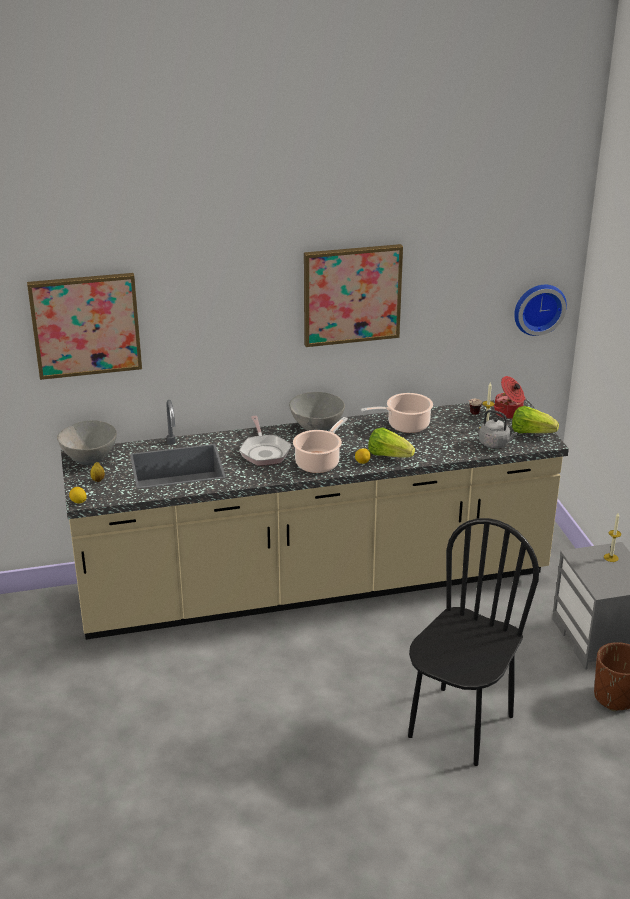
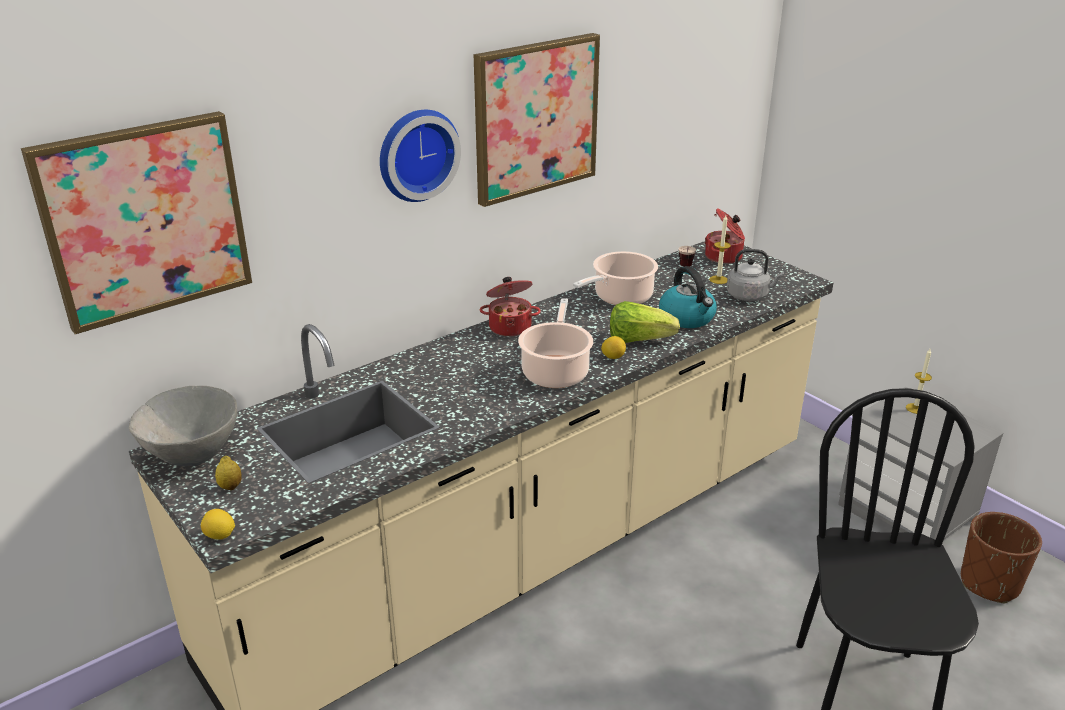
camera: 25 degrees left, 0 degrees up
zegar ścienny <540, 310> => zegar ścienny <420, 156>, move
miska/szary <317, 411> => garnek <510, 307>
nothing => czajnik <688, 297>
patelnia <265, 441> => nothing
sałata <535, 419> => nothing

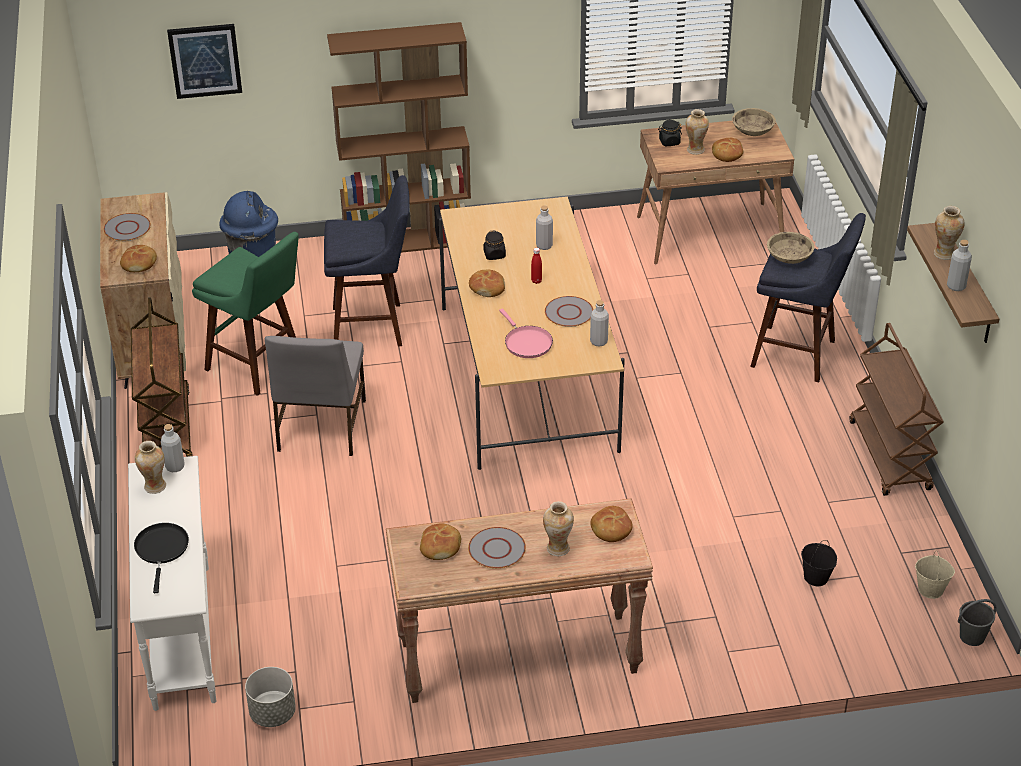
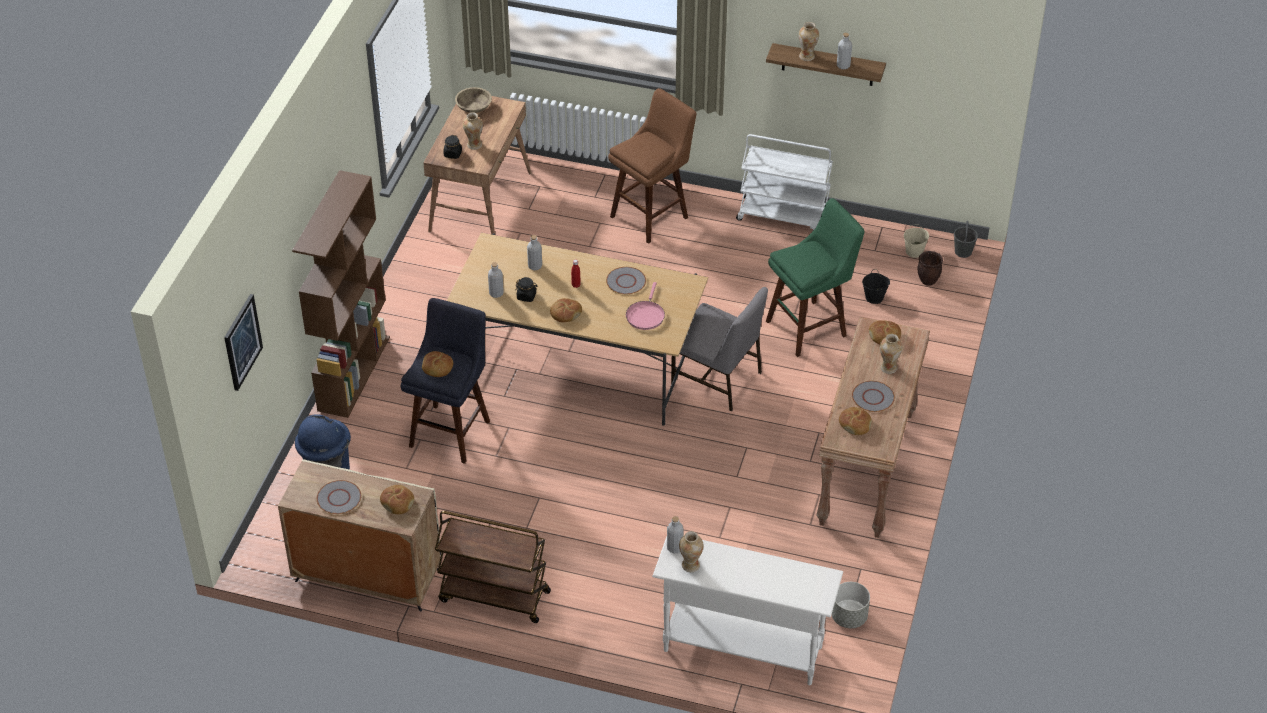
camera: 65 degrees left, 5 degrees up
chleb <727, 150> => chleb <437, 364>, move
butelka/szary <599, 323> => butelka/szary <496, 280>, move
stołek/niebieski <808, 298> => stołek/brązowy <652, 166>
patelnia/różowy <526, 333> => patelnia/różowy <645, 306>, 105 degrees clockwise
krzesło/szary <315, 396> => krzesło/szary <719, 349>, move
wózek/brązowy <896, 409> => wózek/biały <784, 182>
stołek/zielony <245, 314> => stołek/zielony <815, 277>, move
nothing => donica/brązowy <930, 268>
patelnia/czarny <161, 558> => nothing
miska/beżowy <791, 248> => nothing

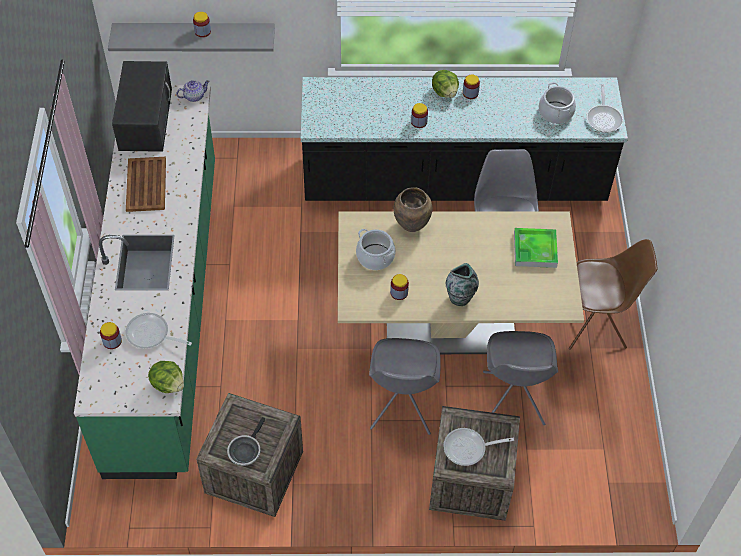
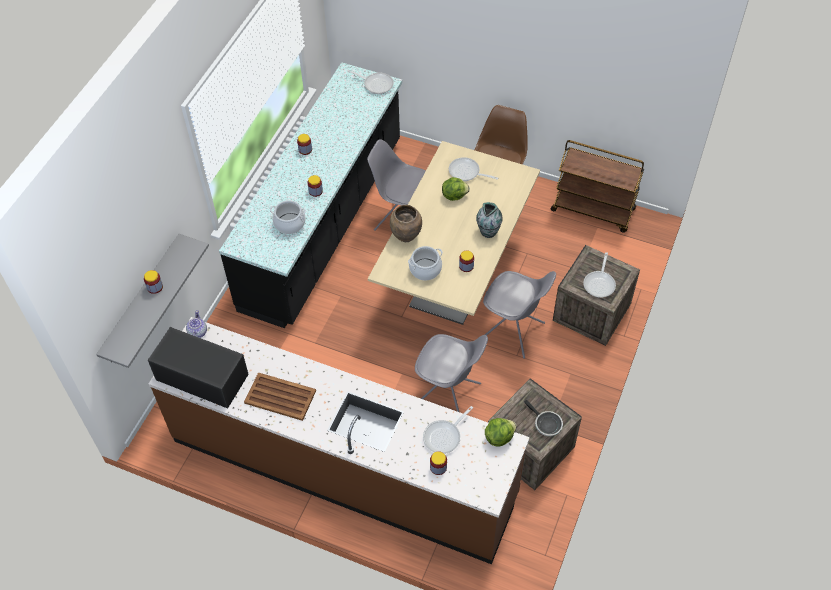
camera: 65 degrees left, 0 degrees up
zabudowa kuchenna/zielony <144, 282> => zabudowa kuchenna/brązowy <339, 440>
garnek <557, 103> => garnek <288, 217>, move
krzesło/szary <520, 378> => krzesło/szary <451, 373>, move
sałata <445, 84> => sałata <456, 189>, move
taca <536, 248> => patelnia <473, 169>
nothing => wózek/brązowy <597, 186>

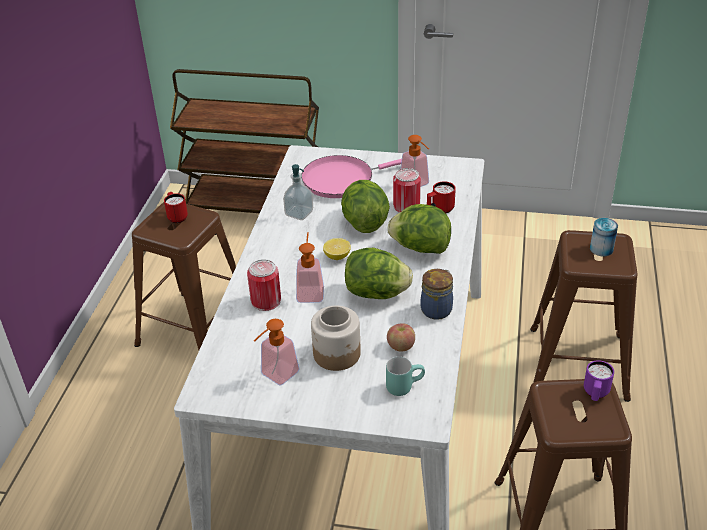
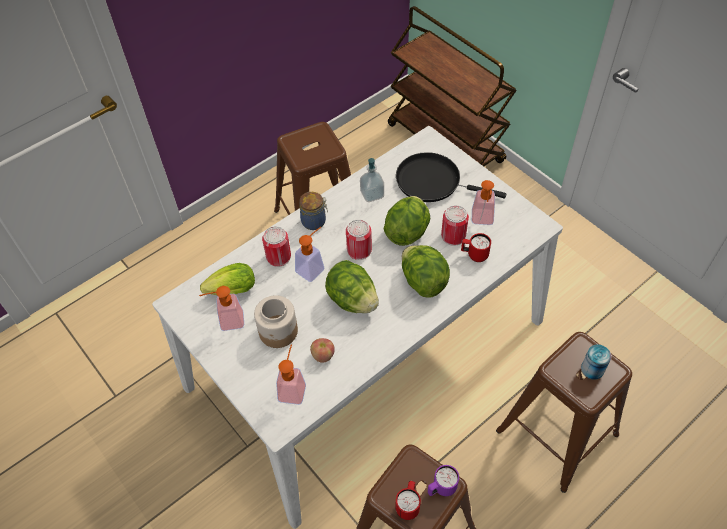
camera: 40 degrees right, 15 degrees up
nothing => sałata <227, 279>
kubek/turkusowy <405, 376> => dozownik mydła <291, 374>
słoik <437, 294> => słoik <313, 211>, move
cytryna <337, 249> => puszka <359, 239>
kubek/czerwony <176, 207> => kubek/czerwony <408, 500>, move
patelnia/różowy <352, 176> => patelnia/czarny <451, 177>

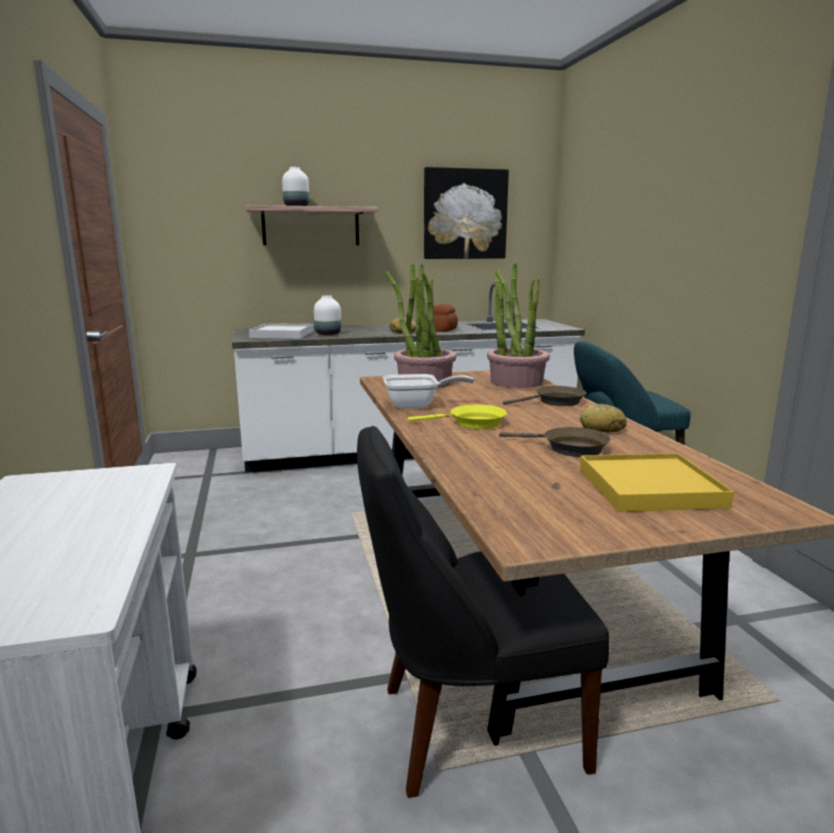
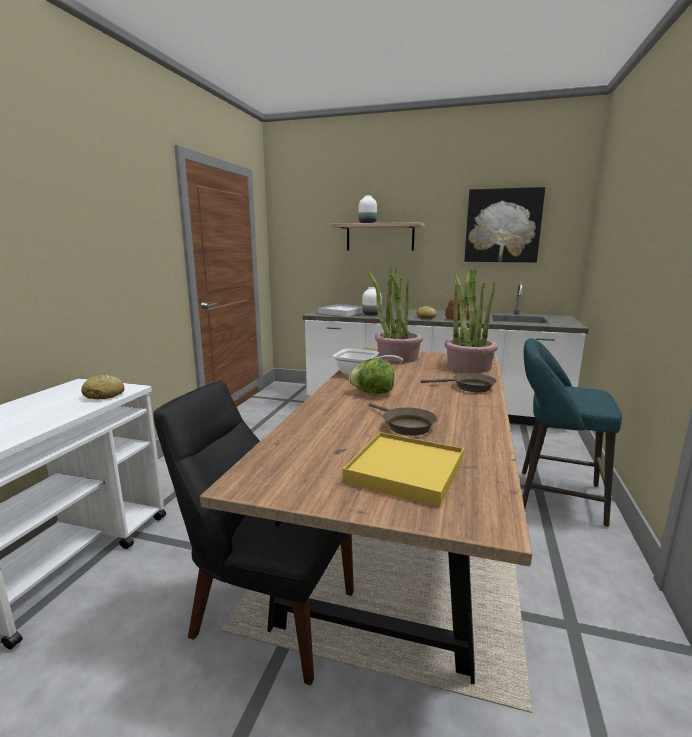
camera: 30 degrees right, 0 degrees up
chleb <603, 418> => chleb <103, 387>, move
patelnia/żółty <457, 417> => sałata <371, 376>

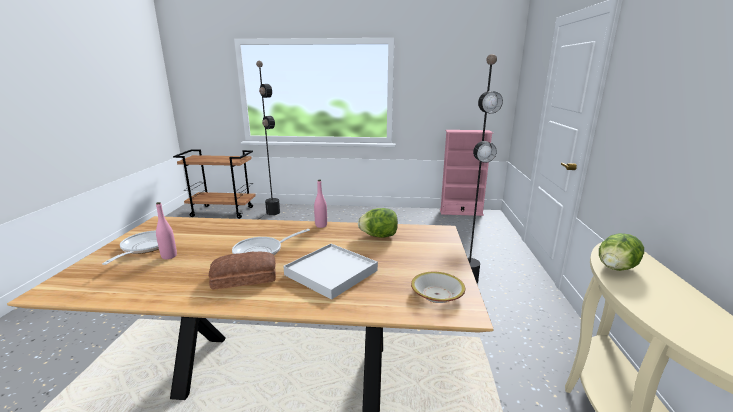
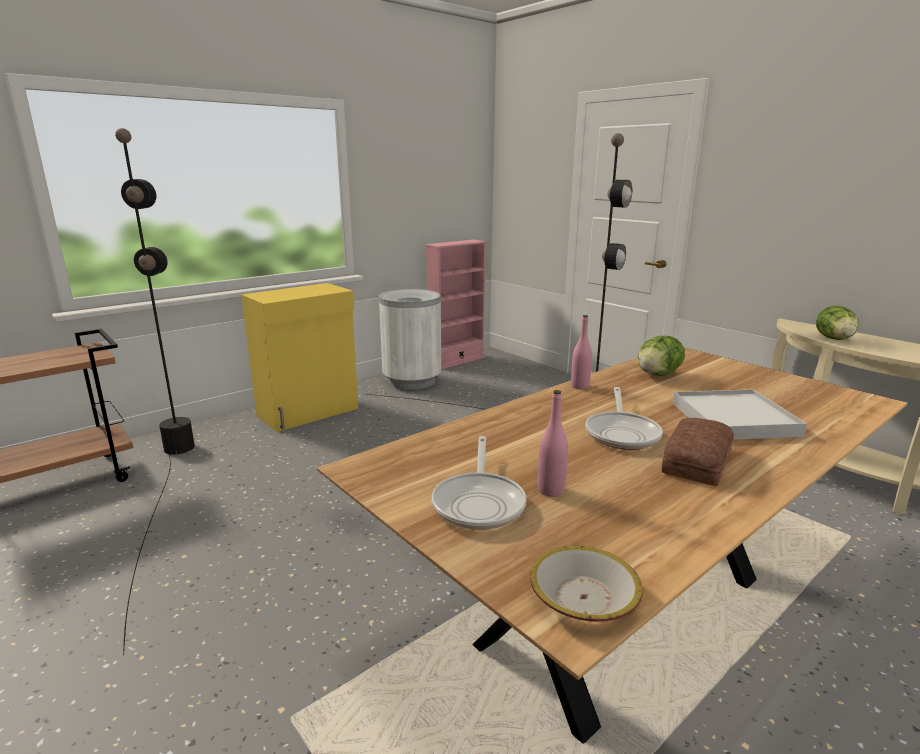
camera: 45 degrees left, 0 degrees up
nothing => szafka/żółty <300, 357>
nothing => kosz na śmieci/biały <410, 339>
patelnia <130, 248> => patelnia <479, 483>, 135 degrees counterclockwise
miska <438, 287> => miska <586, 583>, move

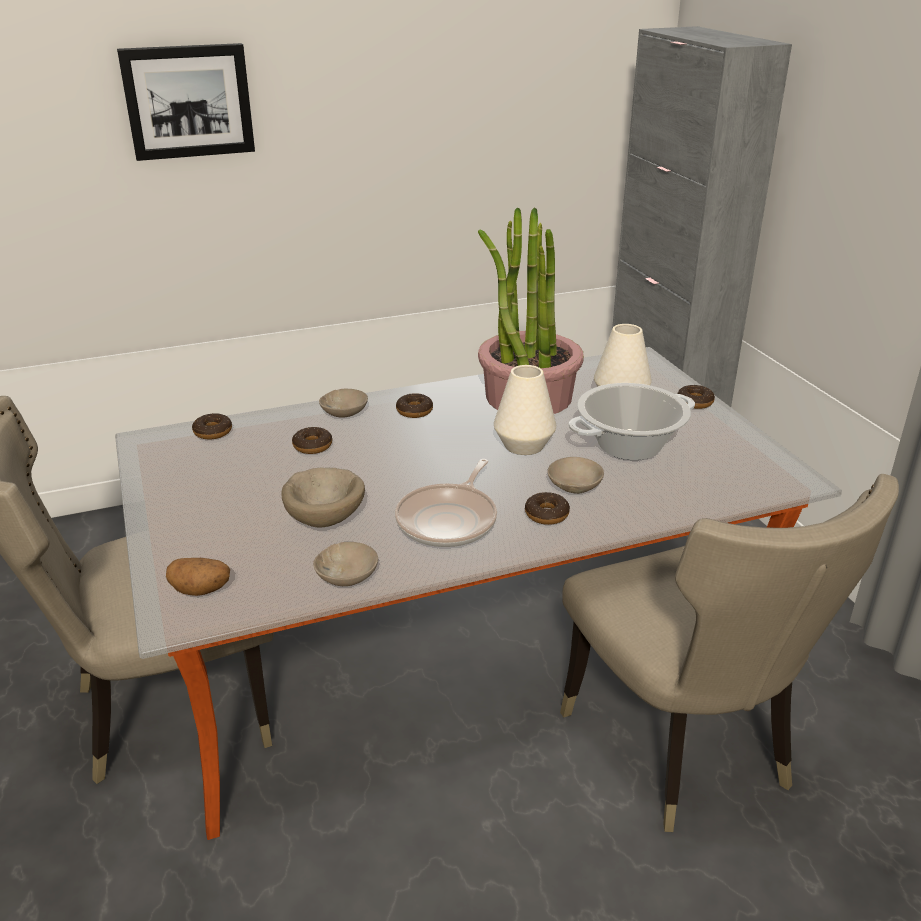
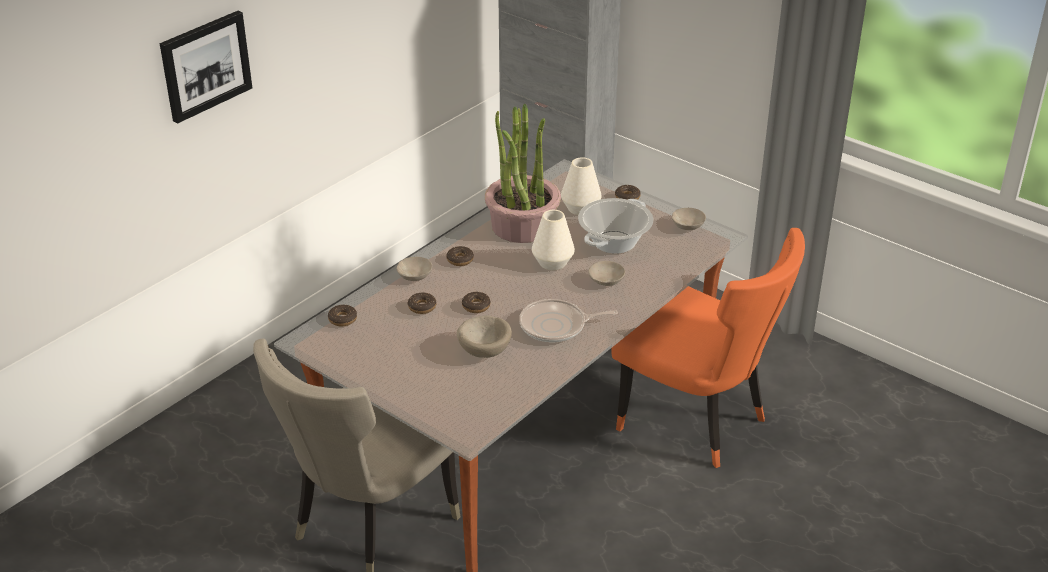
camera: 30 degrees left, 5 degrees up
donut <547, 508> => donut <476, 302>, move
patelnia <446, 503> => patelnia <568, 320>, 90 degrees clockwise
krzesło/beżowy <729, 653> => krzesło/pomarańczowy <708, 348>
miska/beżowy <345, 564> => miska/beżowy <689, 219>, move
ziemniak <198, 577> => nothing

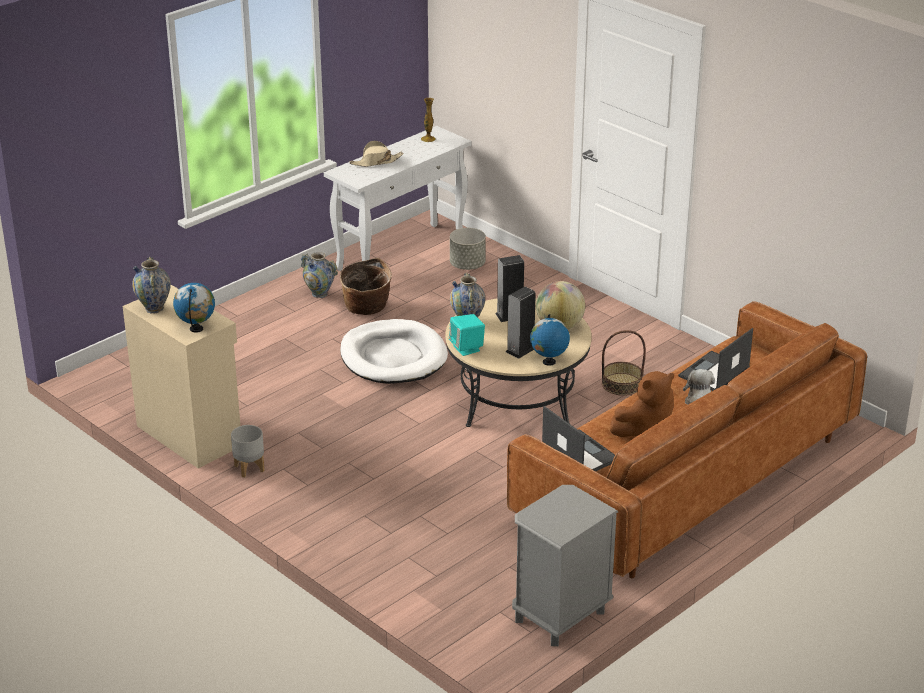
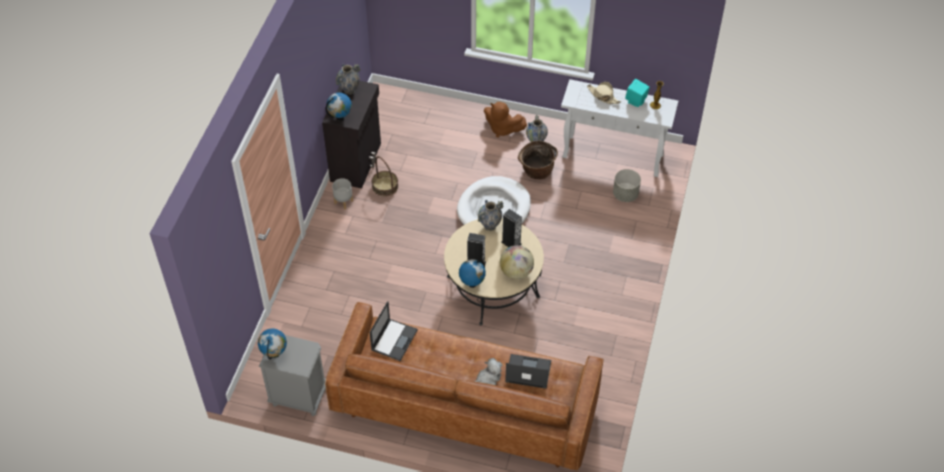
camera: 60 degrees right, 20 degrees up
nothing => globus <272, 343>
szafka/beżowy <182, 377> => szafka/czarny <351, 135>
koszyk <624, 363> => koszyk <385, 176>, move
pluszak/brązowy <642, 404> => pluszak/brązowy <505, 120>, move
głośnik/turkusowy <467, 335> => głośnik/turkusowy <637, 93>, move

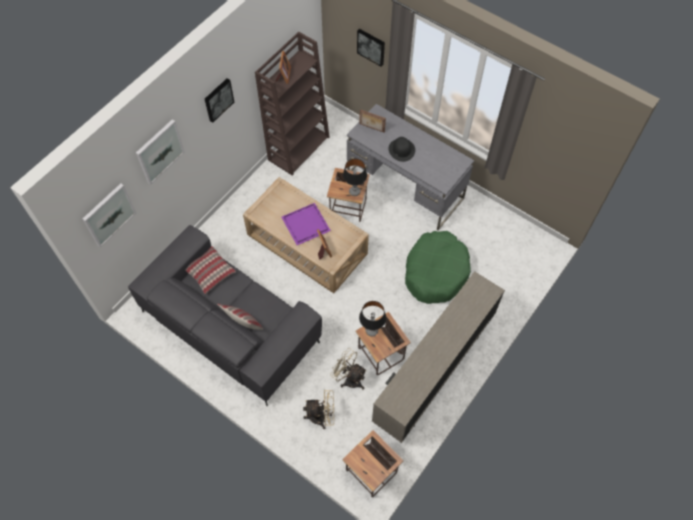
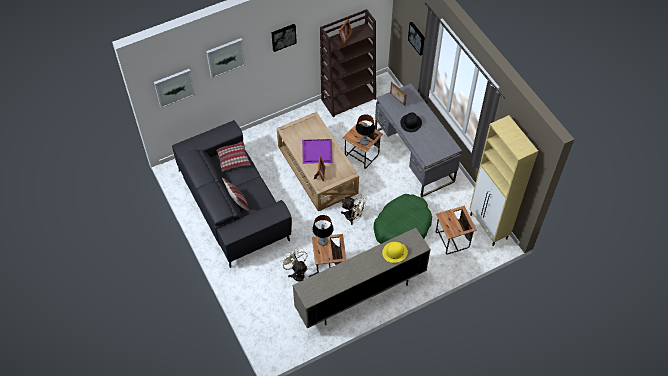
camera: 25 degrees right, 5 degrees down
wentylator/beżowy <318, 409> => wentylator/beżowy <354, 209>, move
nothing => kapelusz/żółty <395, 252>
stolik <373, 464> => stolik <456, 230>, move
nothing => szafka/beżowy <503, 180>

